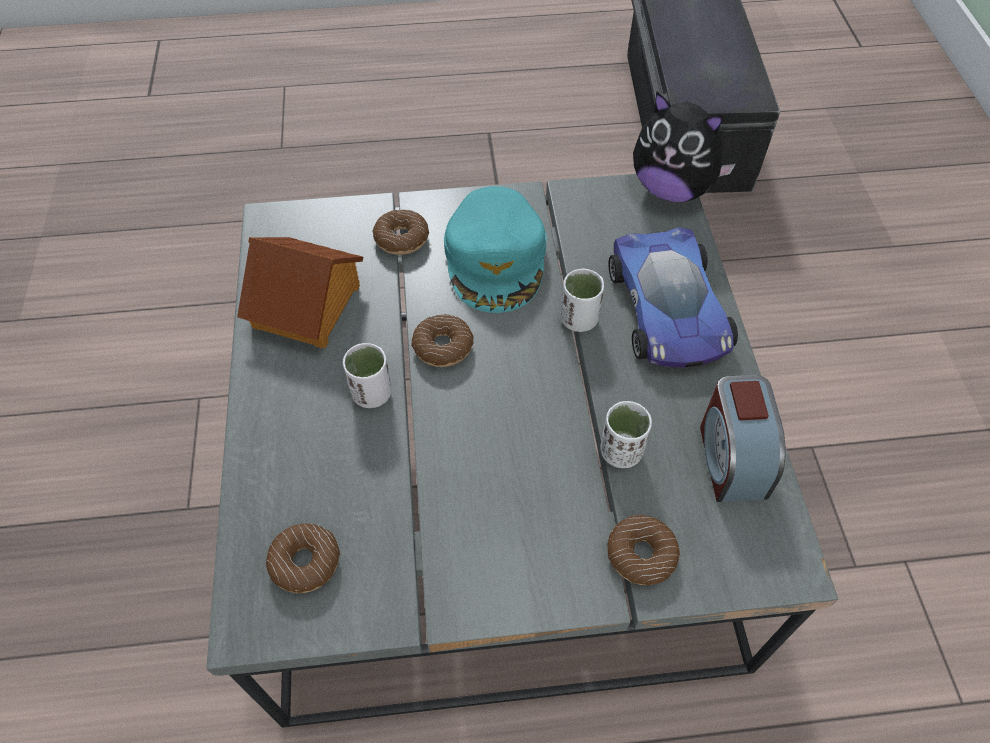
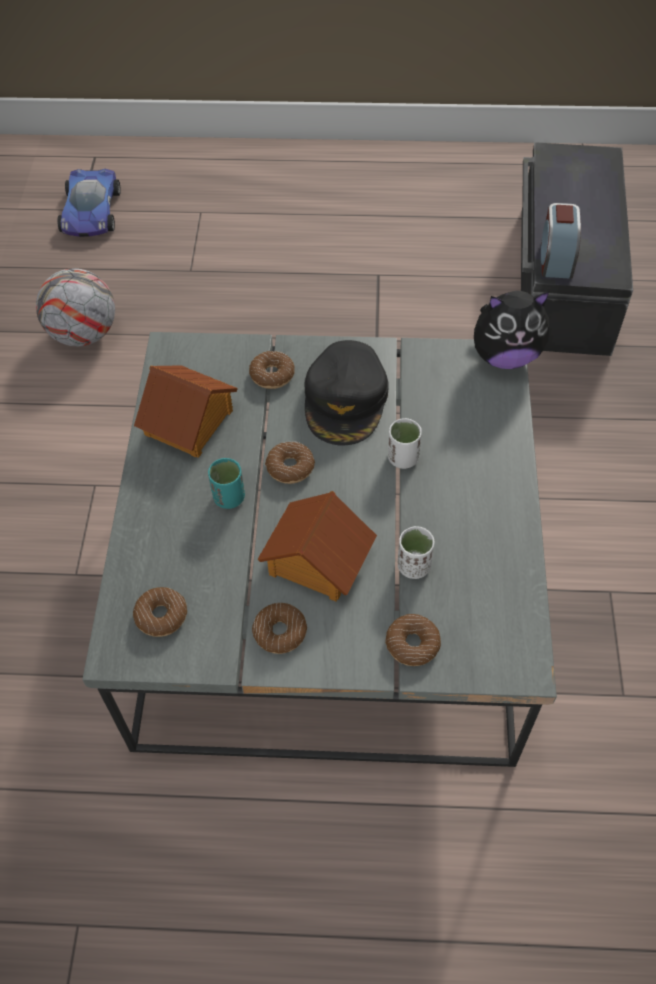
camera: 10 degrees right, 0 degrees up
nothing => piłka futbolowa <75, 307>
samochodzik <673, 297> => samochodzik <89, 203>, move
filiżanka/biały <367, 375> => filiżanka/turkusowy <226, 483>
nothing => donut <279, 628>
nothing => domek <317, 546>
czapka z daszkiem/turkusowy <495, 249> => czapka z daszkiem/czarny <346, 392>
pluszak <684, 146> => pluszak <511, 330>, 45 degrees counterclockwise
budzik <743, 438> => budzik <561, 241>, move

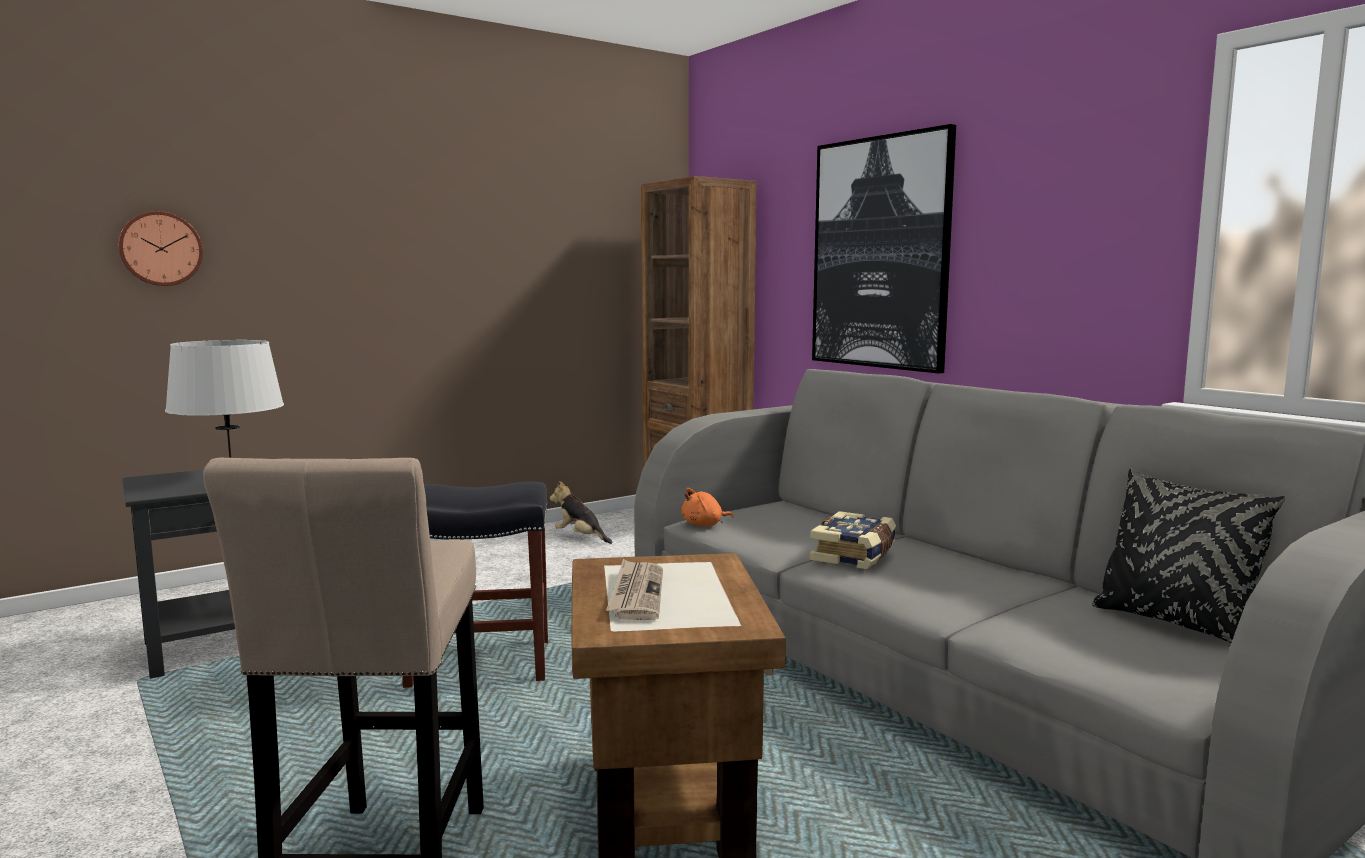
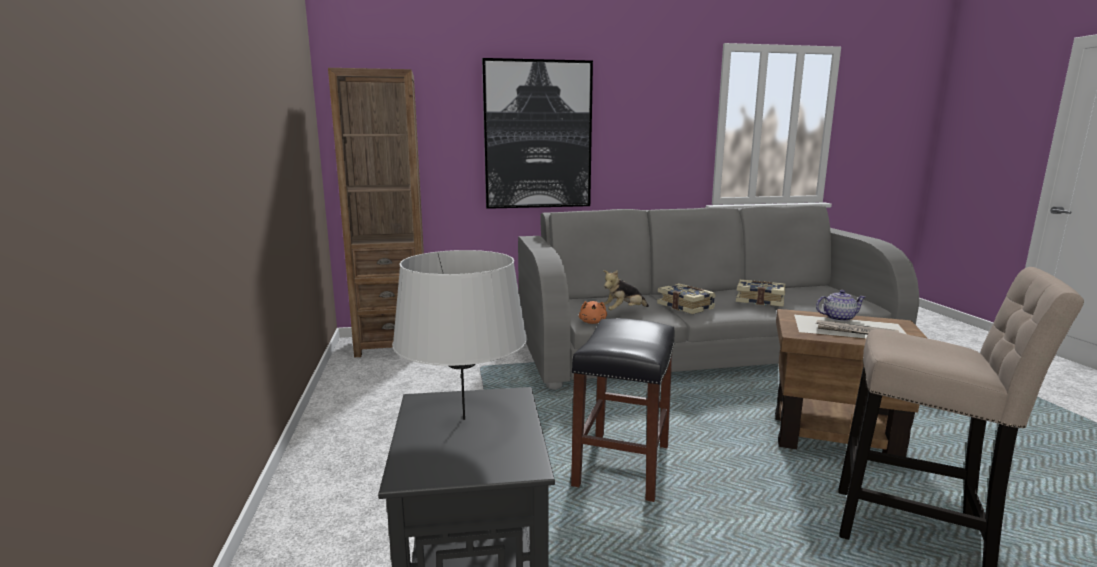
camera: 65 degrees left, 5 degrees up
pluszak <581, 512> => pluszak <626, 290>, move
nothing => książka <760, 293>
nothing => imbryk <841, 306>
zegar ścienny <160, 248> => nothing
poduszka/czarny <1188, 556> => nothing

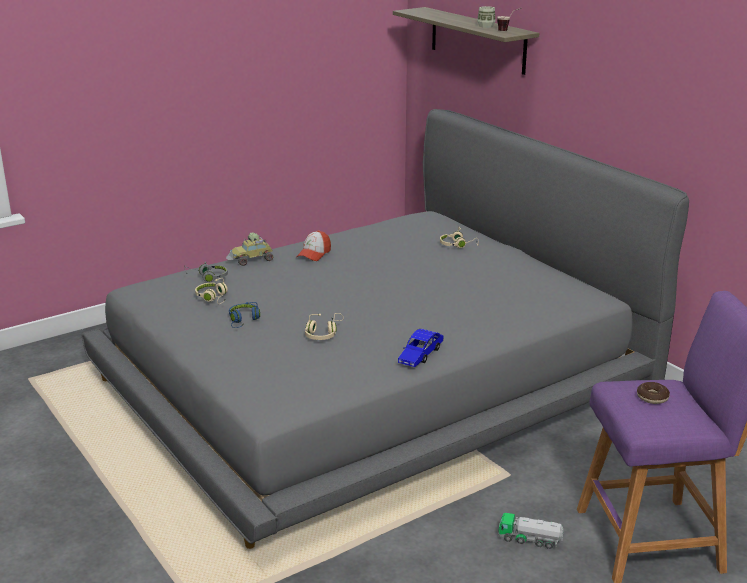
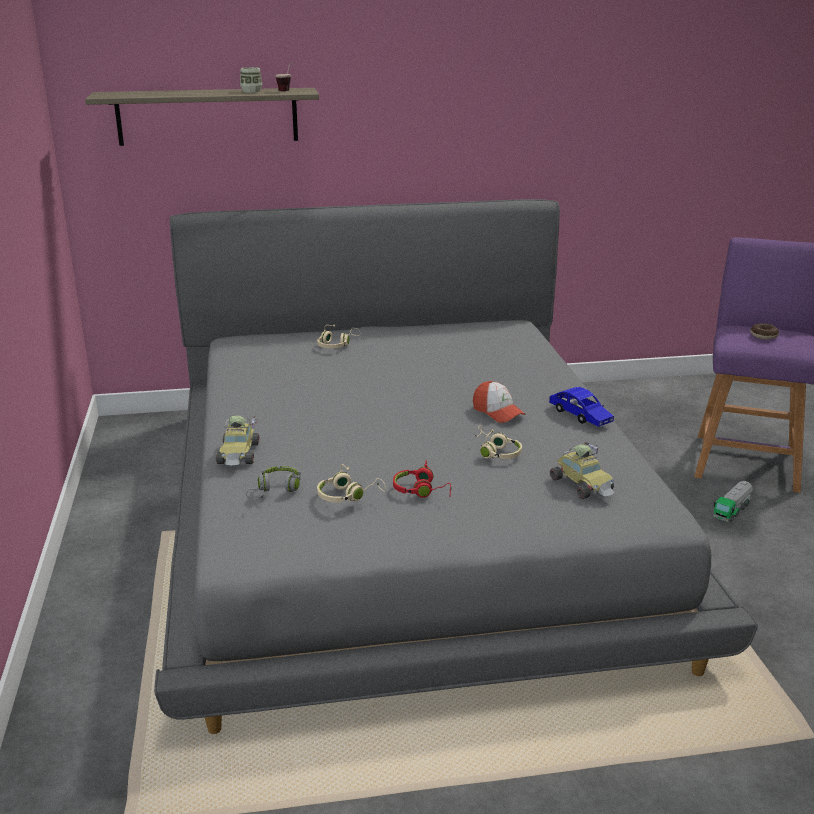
camera: 65 degrees left, 0 degrees up
słuchawki/niebieski <244, 315> => słuchawki/czerwony <422, 479>
czapka z daszkiem <313, 245> => czapka z daszkiem <499, 402>, move
nothing => samochodzik <582, 470>

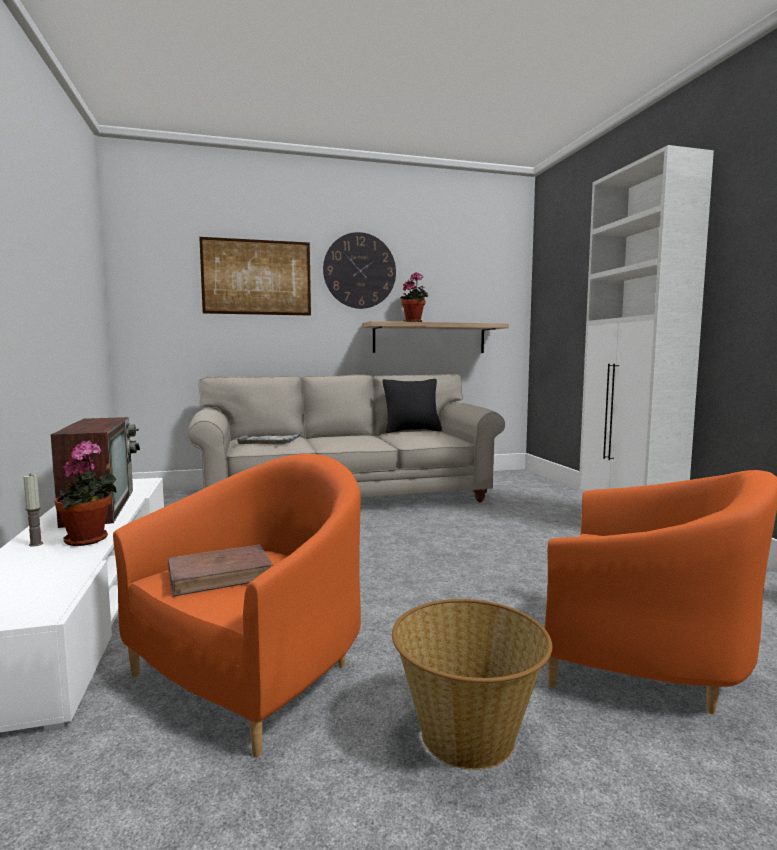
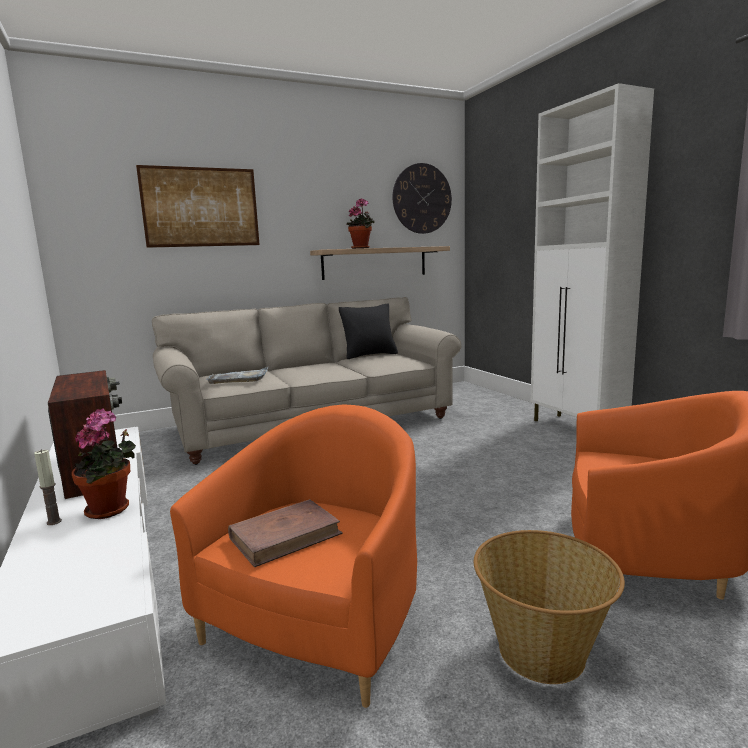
camera: 10 degrees left, 5 degrees up
zegar ścienny <359, 270> => zegar ścienny <422, 198>, move

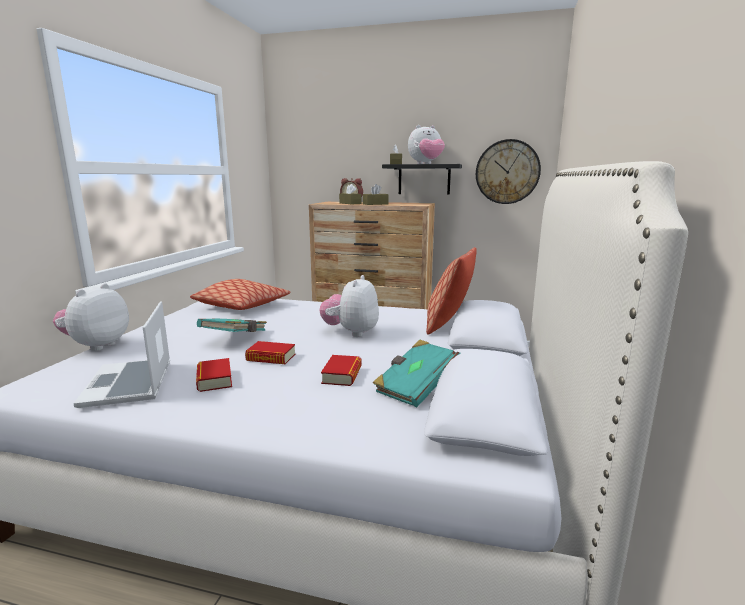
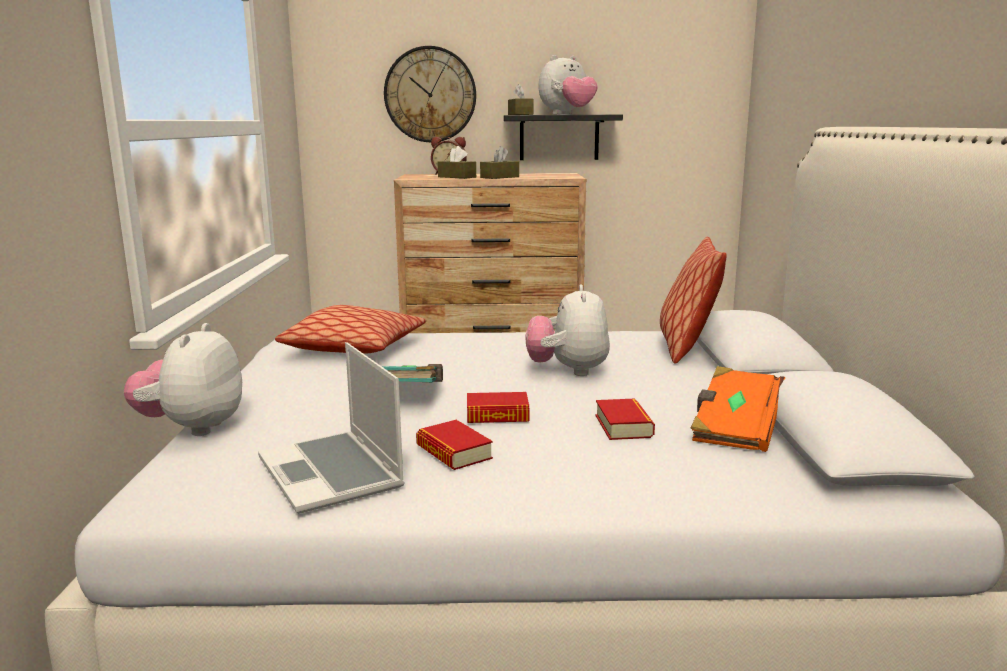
camera: 15 degrees left, 0 degrees up
zegar ścienny <508, 171> => zegar ścienny <430, 94>, move
książka/turkusowy <416, 373> => książka/pomarańczowy <737, 409>

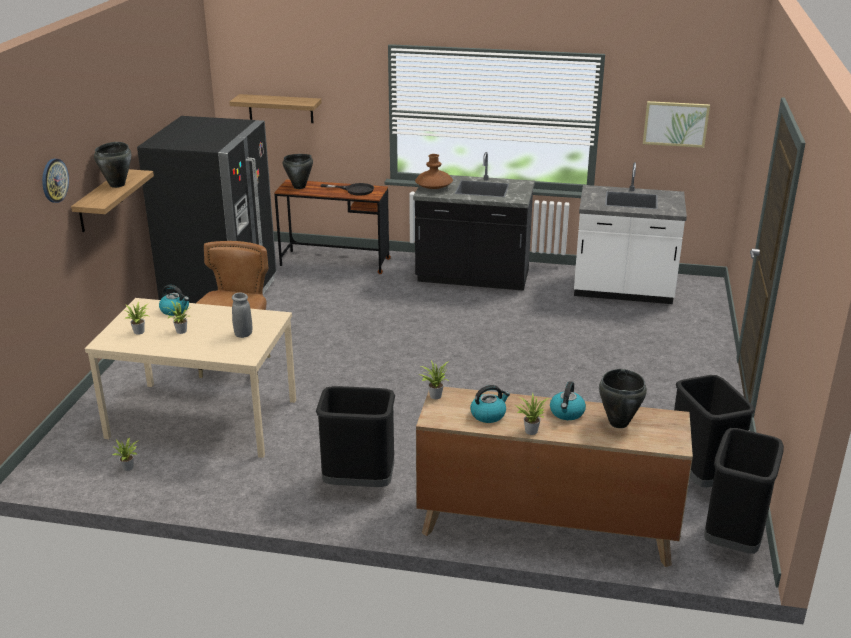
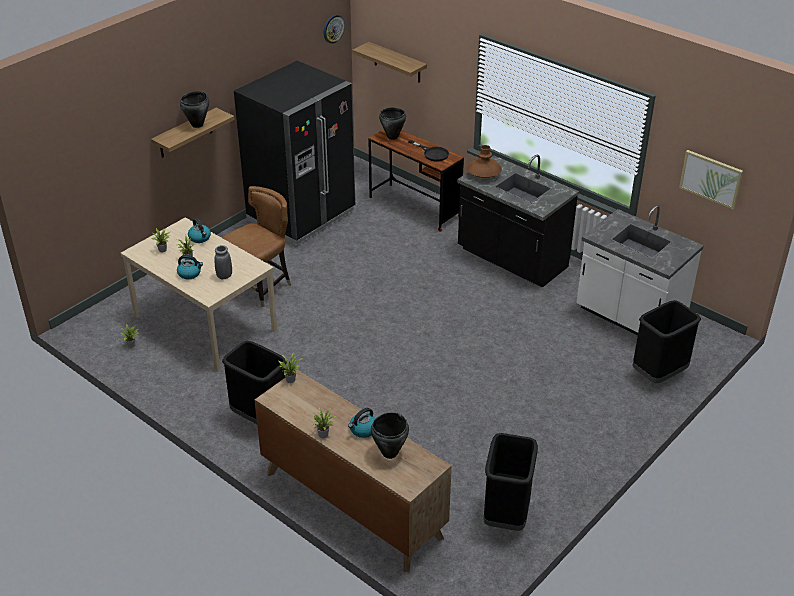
camera: 30 degrees right, 10 degrees up
czajnik <490, 404> => czajnik <190, 267>, move
zegar ścienny <55, 181> => zegar ścienny <334, 29>, move
kosz na śmieci/czarny <744, 491> => kosz na śmieci/czarny <666, 341>, move

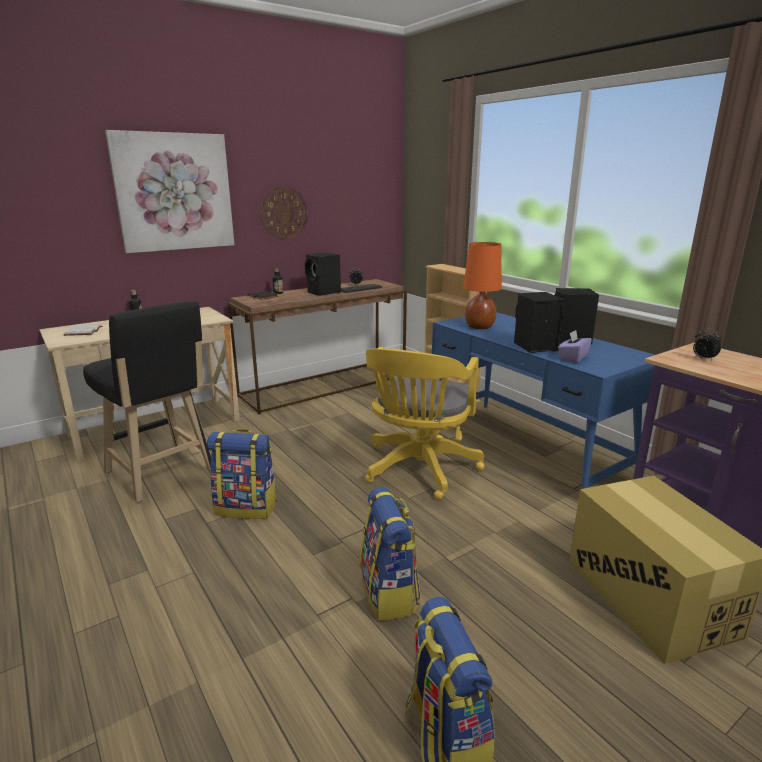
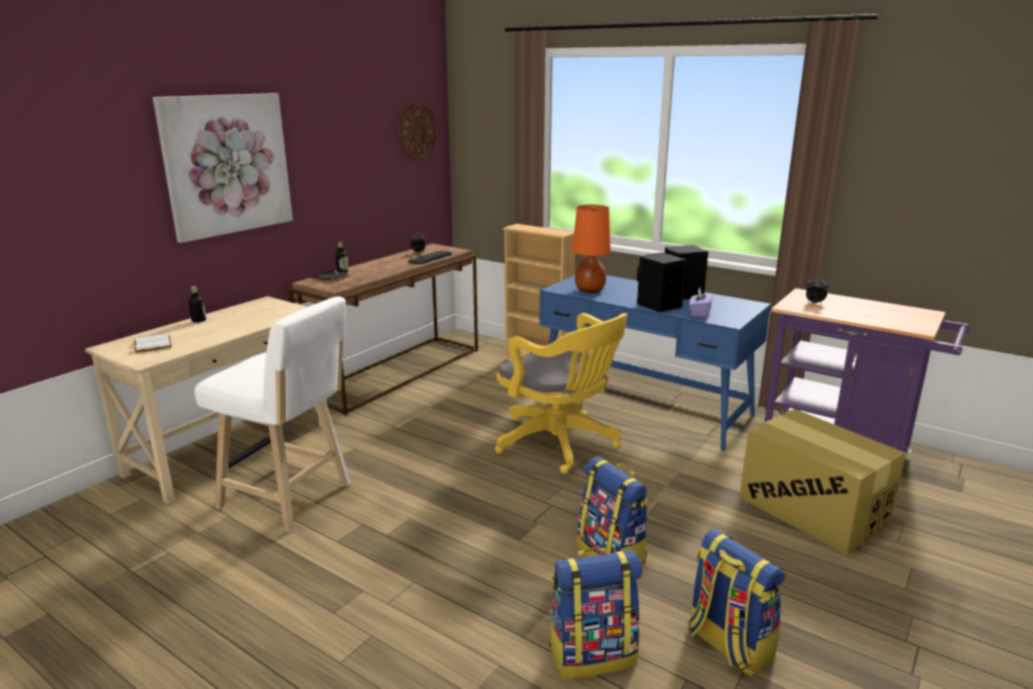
camera: 20 degrees left, 0 degrees up
stołek/czarny <147, 402> => stołek/biały <272, 414>
zegar ścienny <284, 213> => zegar ścienny <417, 131>, move
krzesło biurowe/żółty <425, 423> => krzesło biurowe/żółty <561, 393>, 45 degrees counterclockwise
plecak <242, 474> => plecak <595, 613>, move
głośnik/czarny <323, 274> => nothing

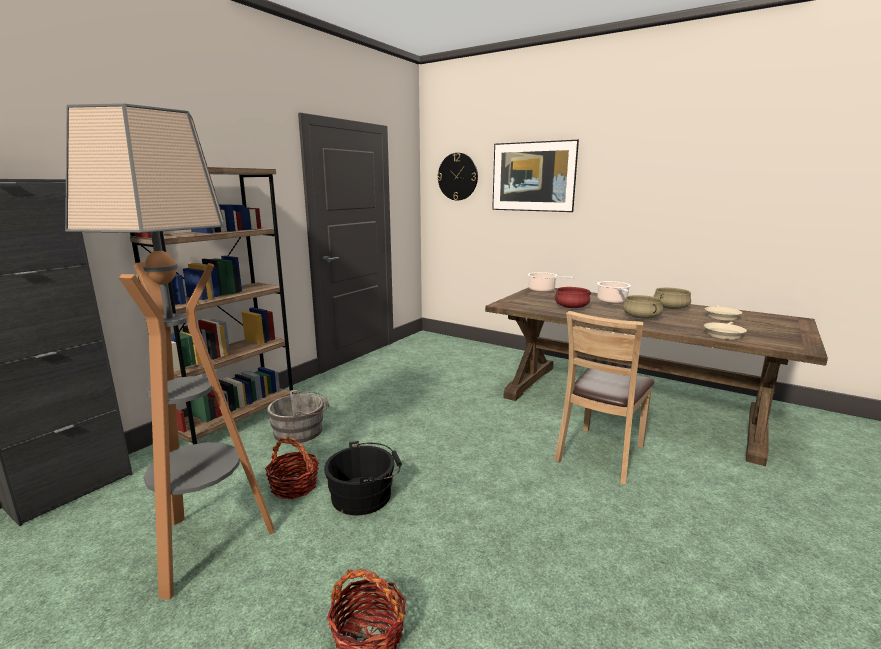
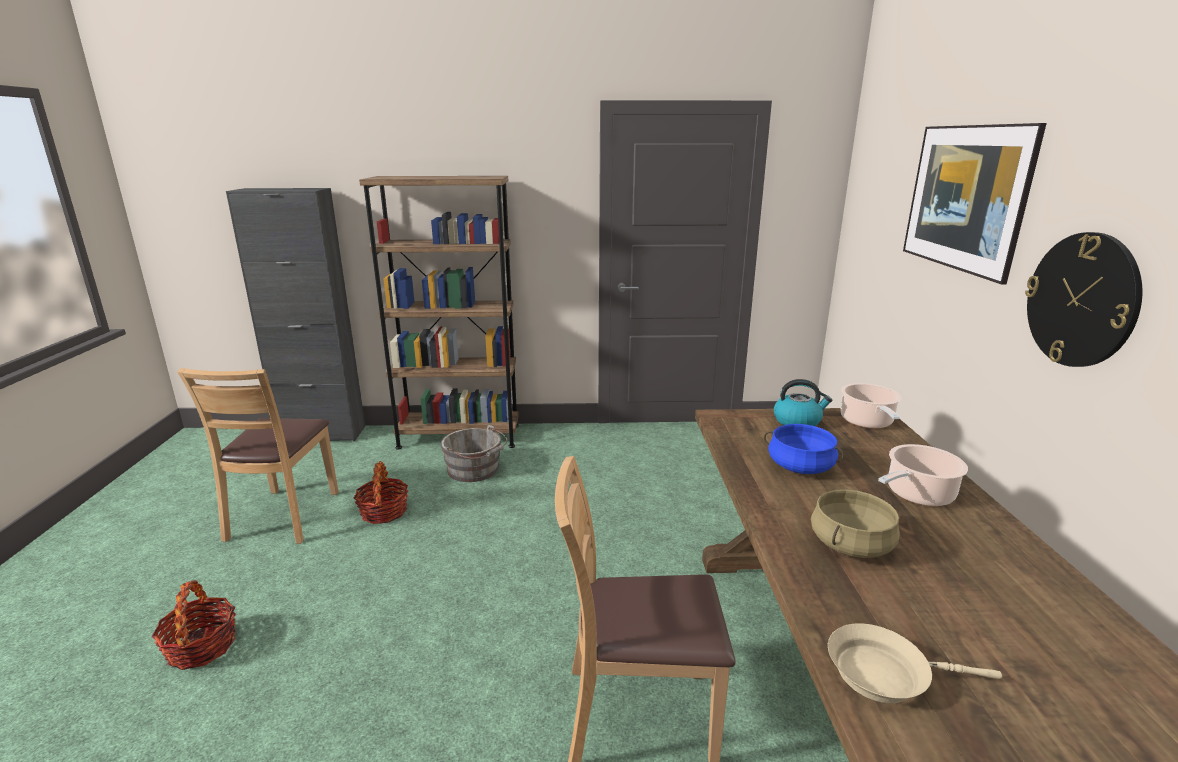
camera: 55 degrees right, 5 degrees up
lampa stojąca <170, 351> => krzesło/brązowy <258, 456>
garnek/czerwony <573, 297> => garnek/niebieski <804, 449>
nothing => czajnik <803, 402>
zegar ścienny <457, 177> => zegar ścienny <1083, 299>, move
wiadro/czarny <363, 478> => nothing
garnek/beżowy <672, 298> => nothing
patelnia/beżowy <723, 313> => nothing

